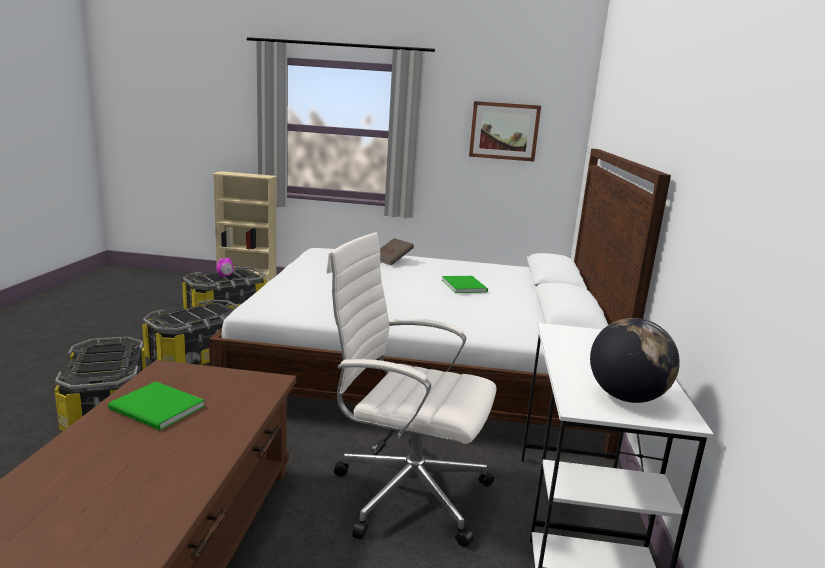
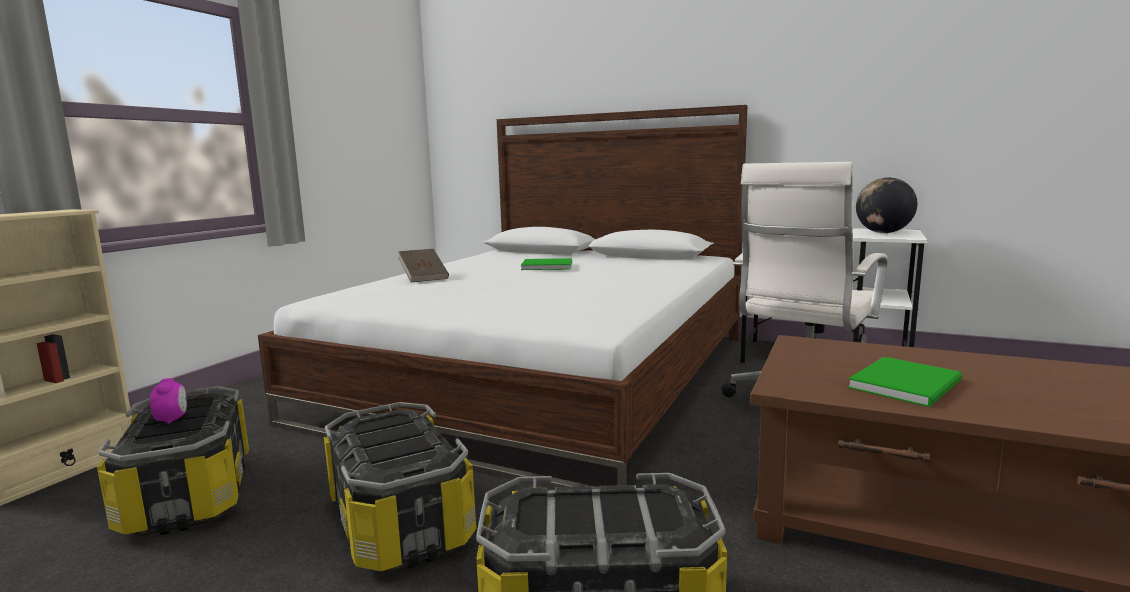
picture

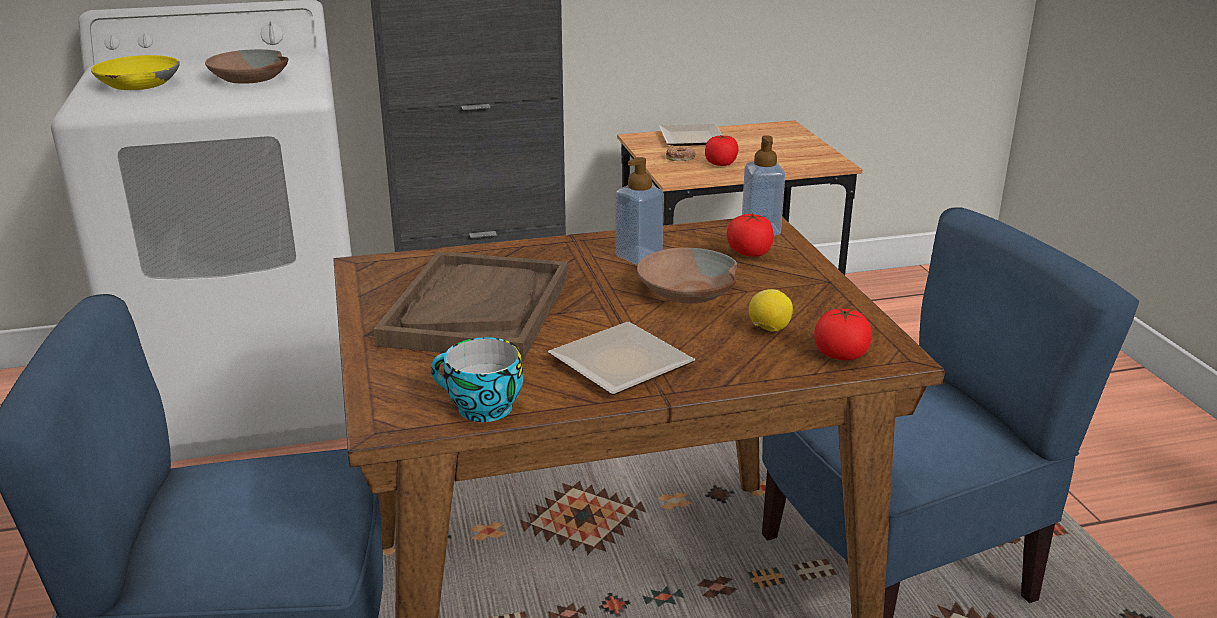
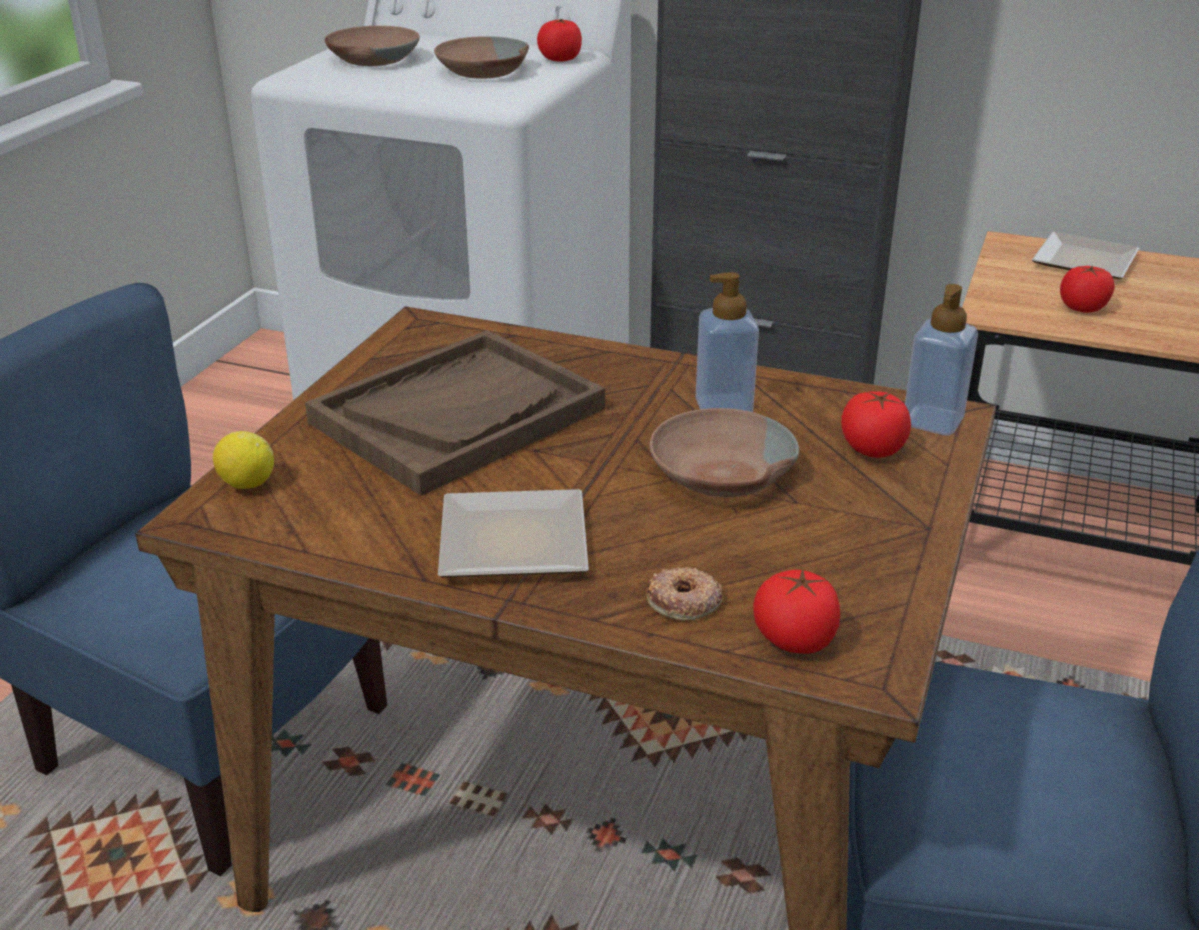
lemon; brown_bowl (no. 1 from left); tomato (no. 1 from left); donut; cup

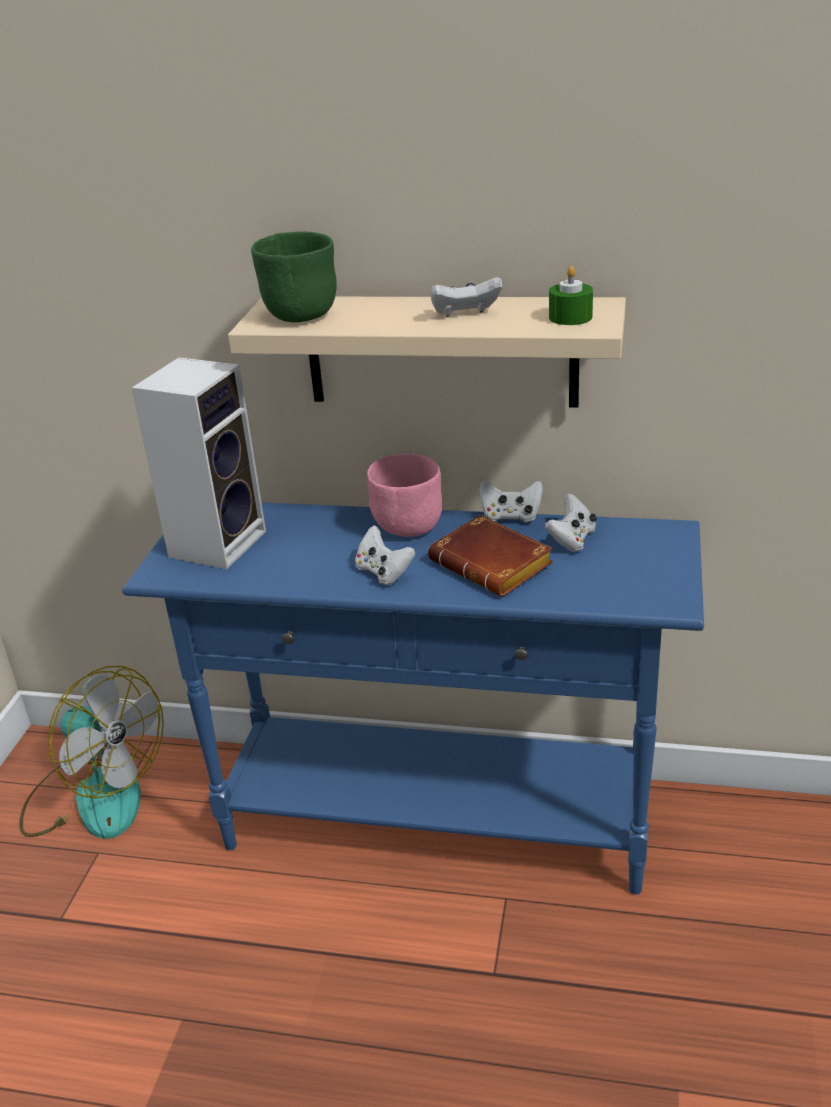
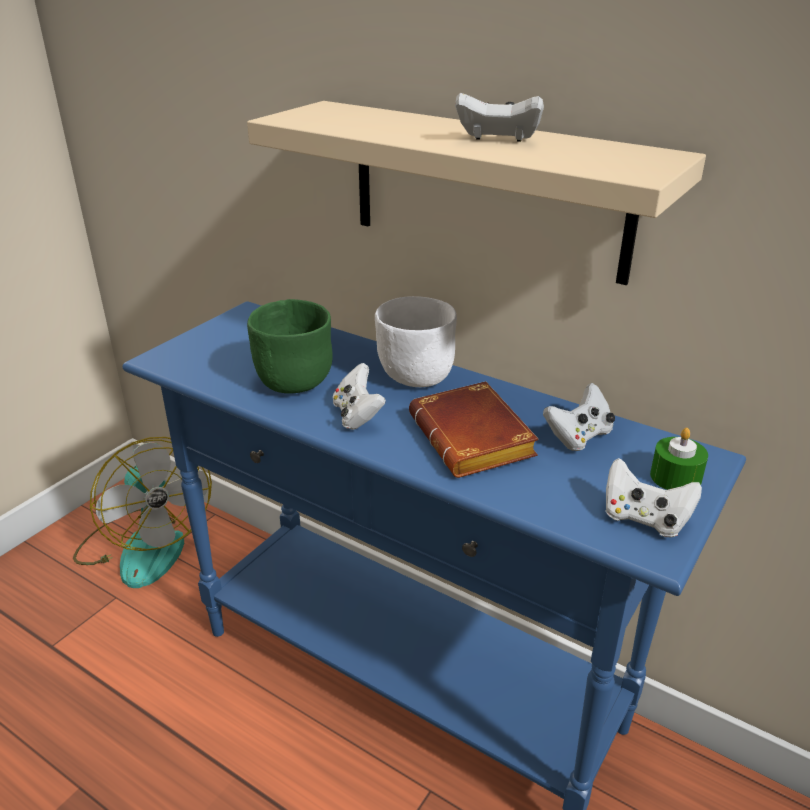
green_bowl; white_bowl; white_game_controller (no. 4 from left); green_candle; speaker

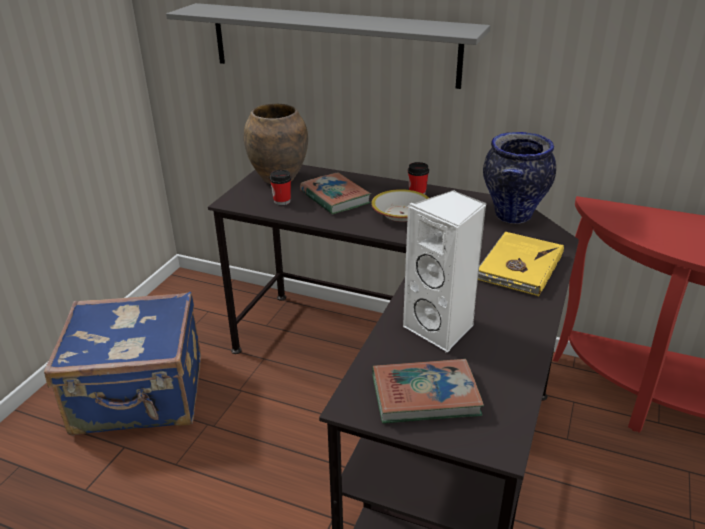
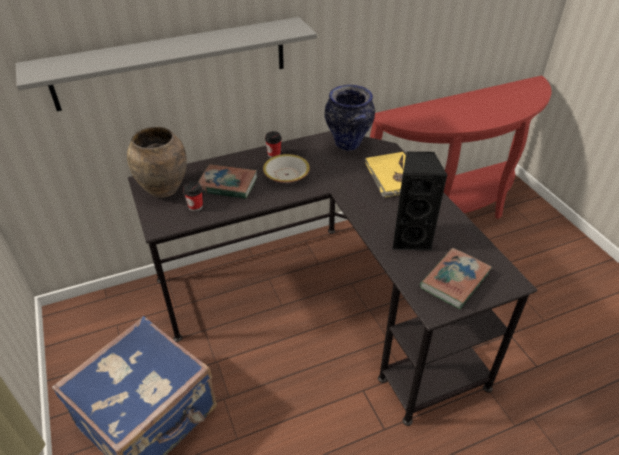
black_speaker

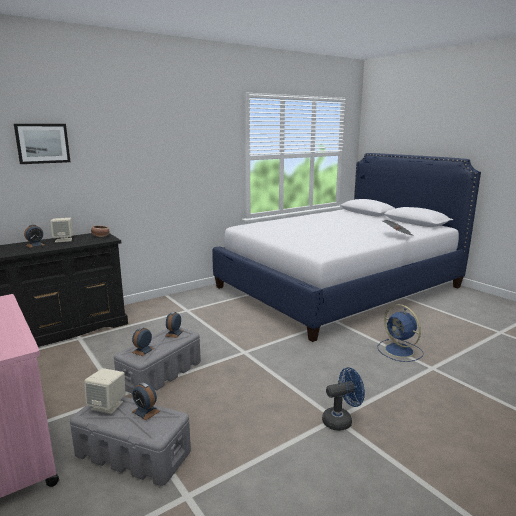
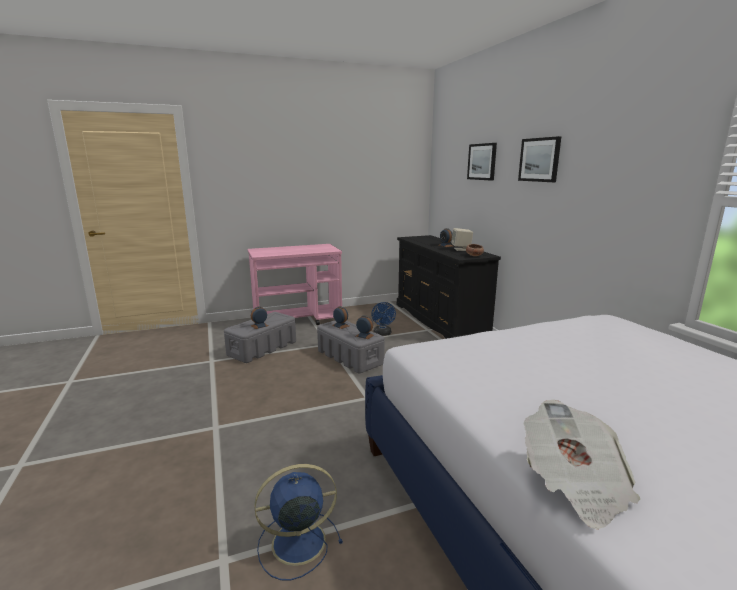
blue_fan (no. 2 from left); picture (no. 2 from left); beige_speaker (no. 2 from left in the first image)

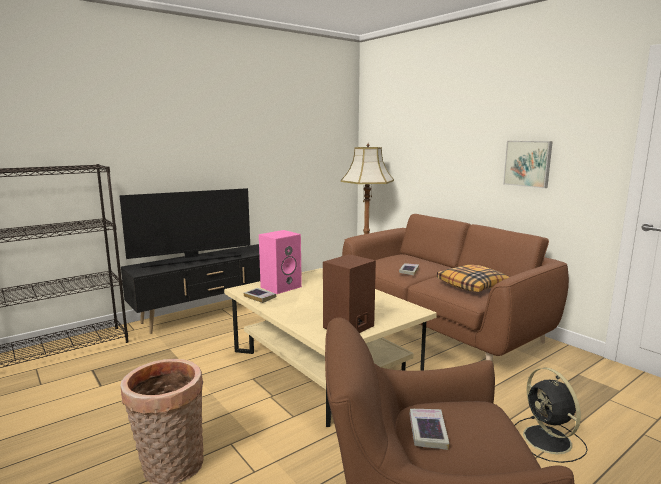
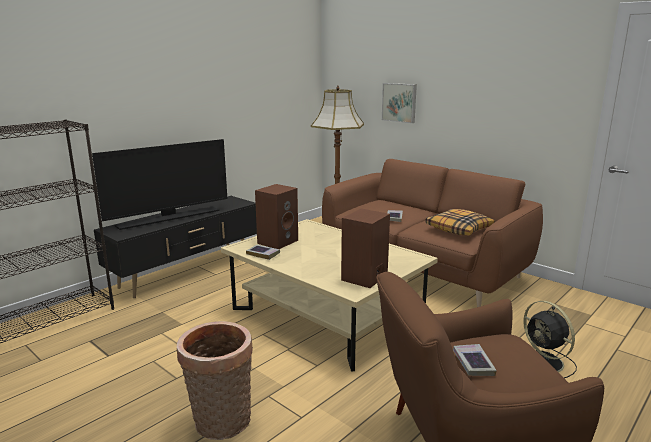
brown_speaker (no. 1 from left); picture

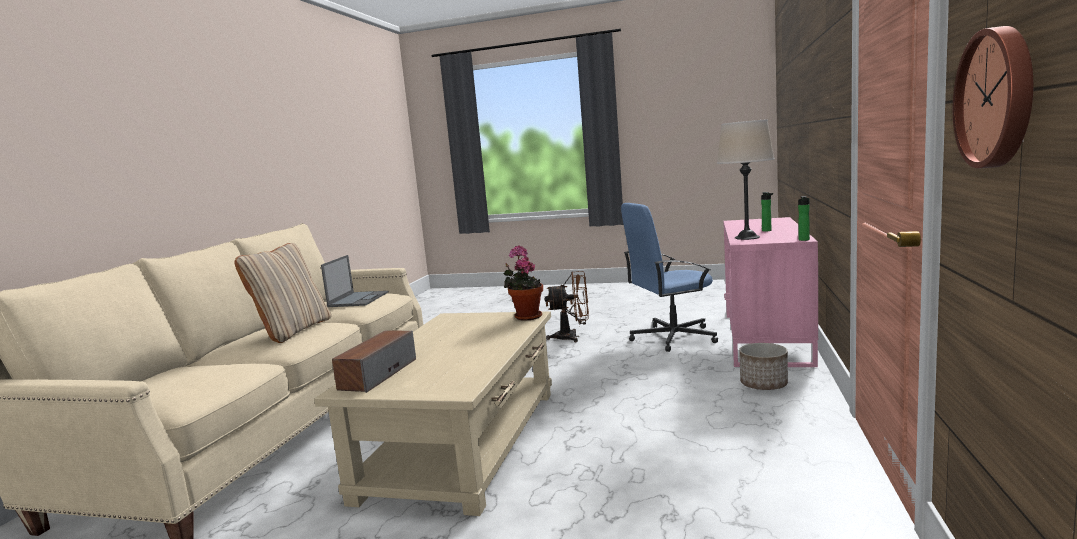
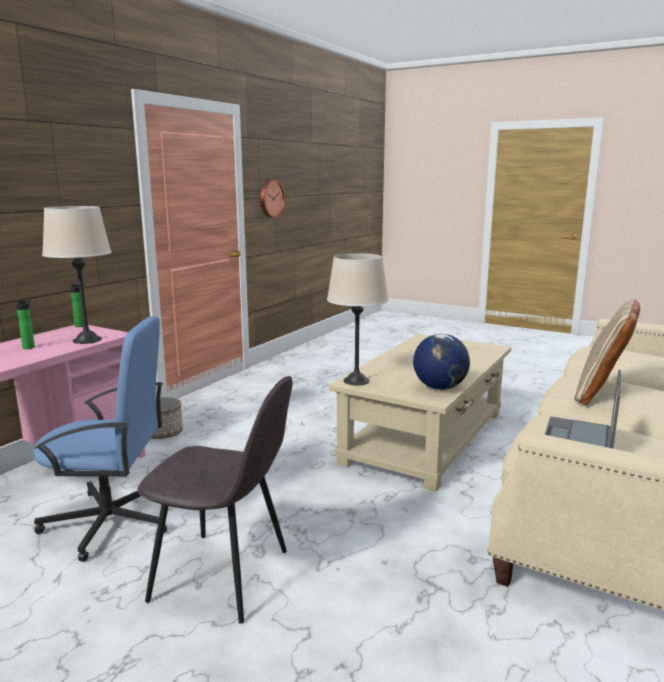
grey_chair; beige_table_lamp (no. 2 from left); globe; speaker

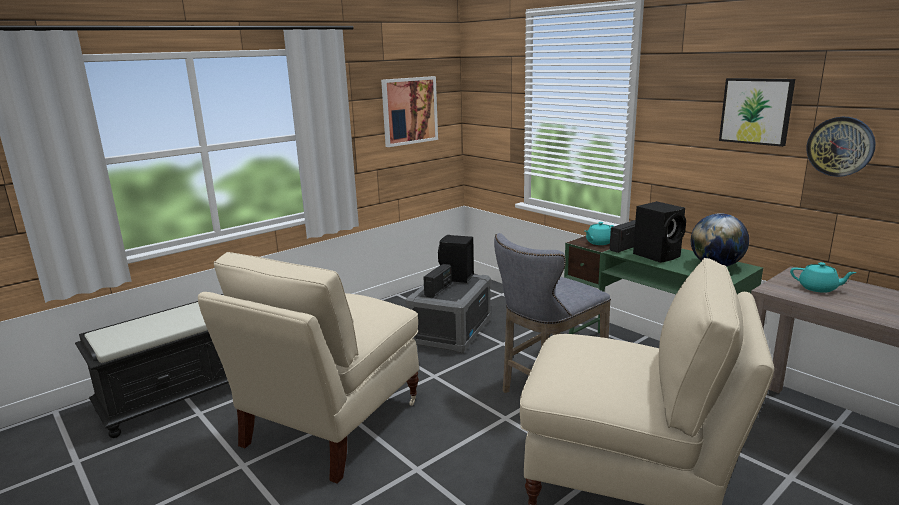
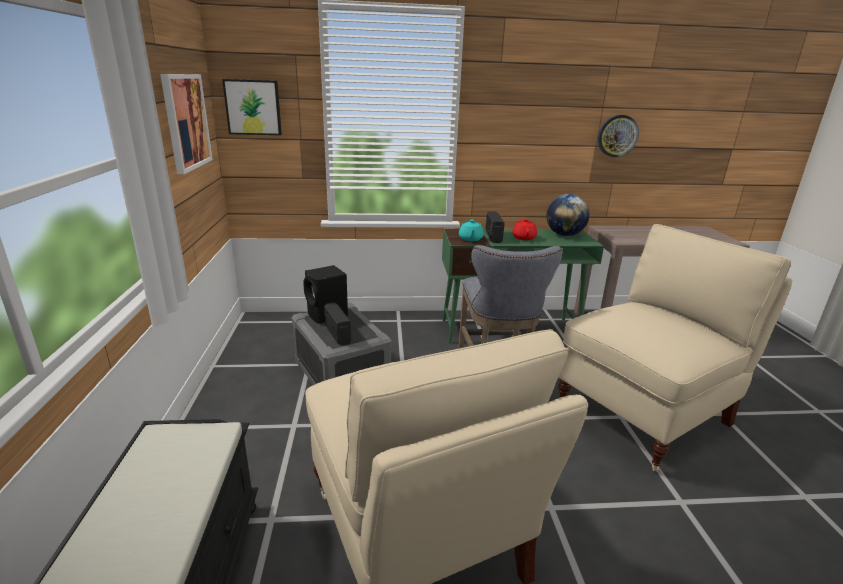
picture (no. 2 from left); red_teapot; turquoise_teapot (no. 2 from left in the first image)

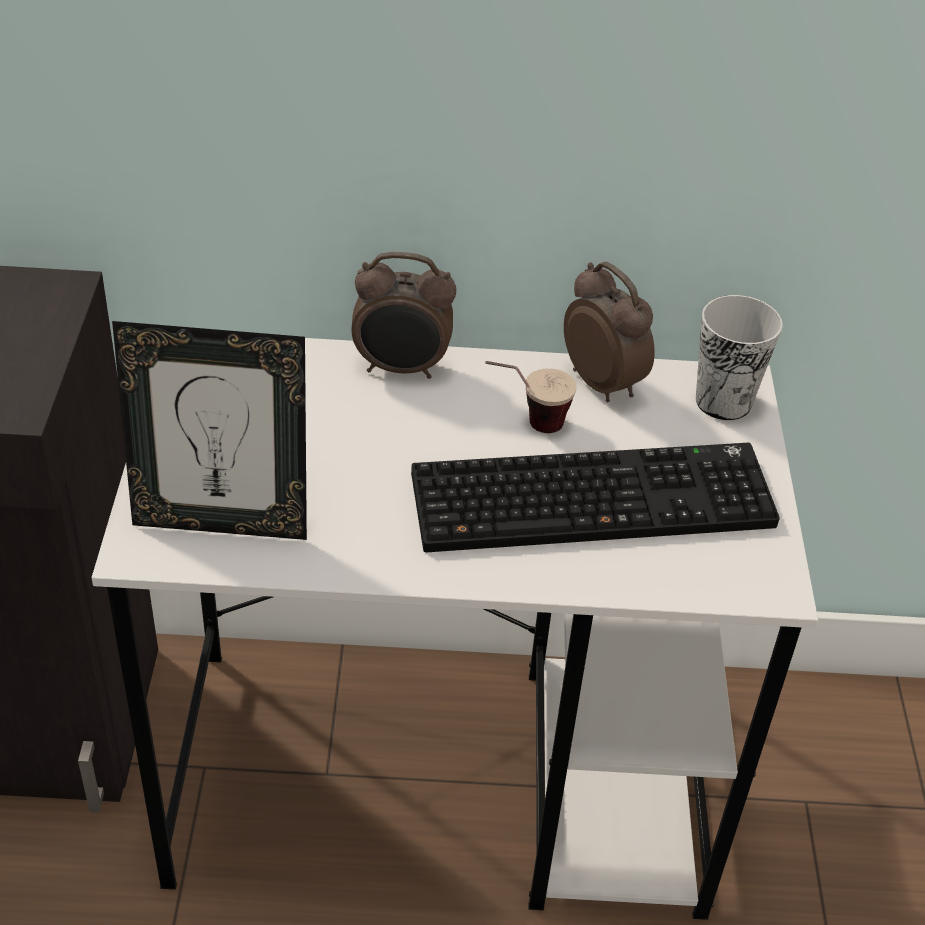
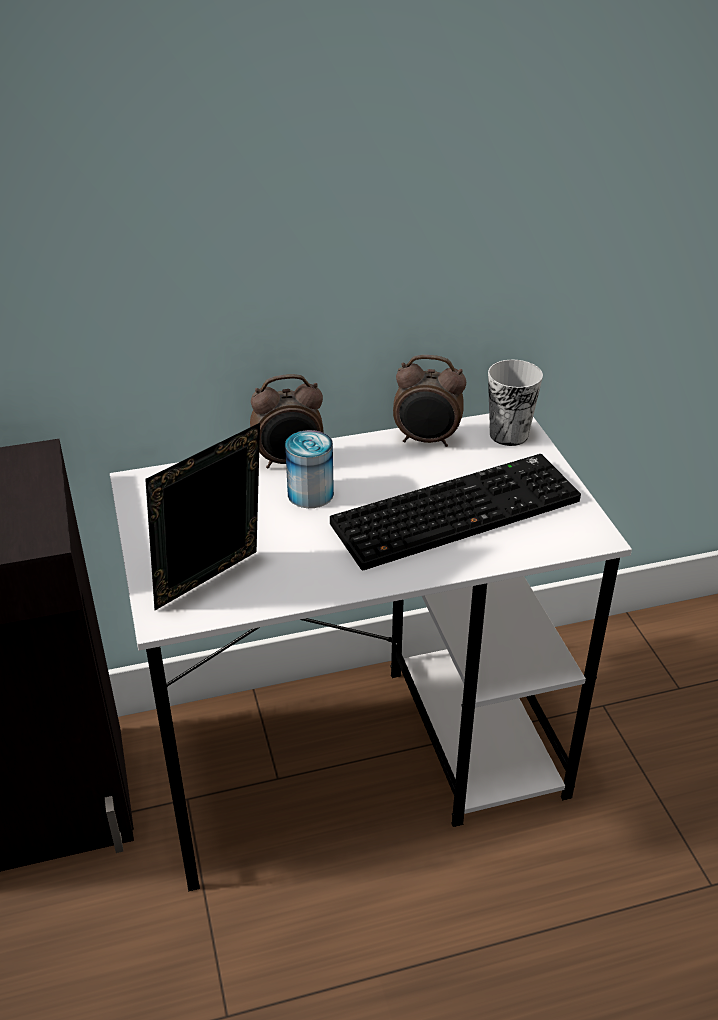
picture_frame; can; alarm_clock (no. 2 from left); cup (no. 1 from left in the first image)

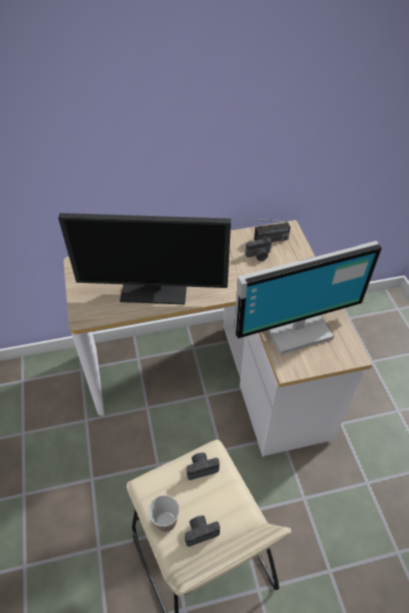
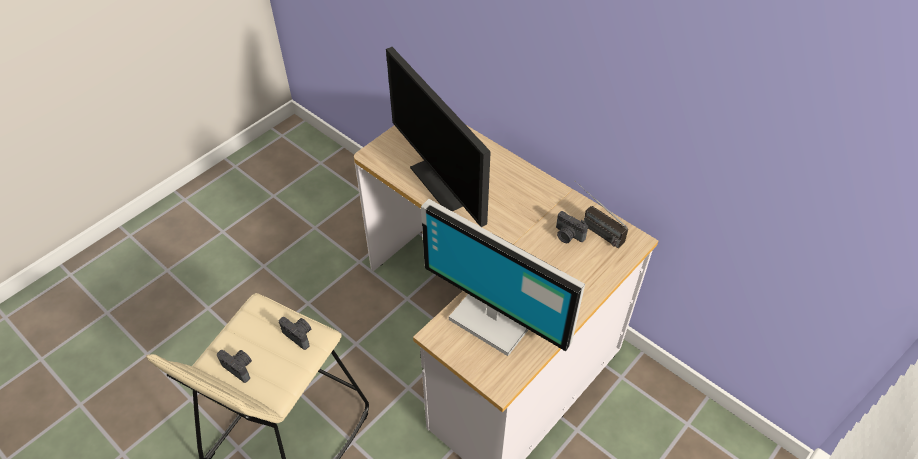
cup

